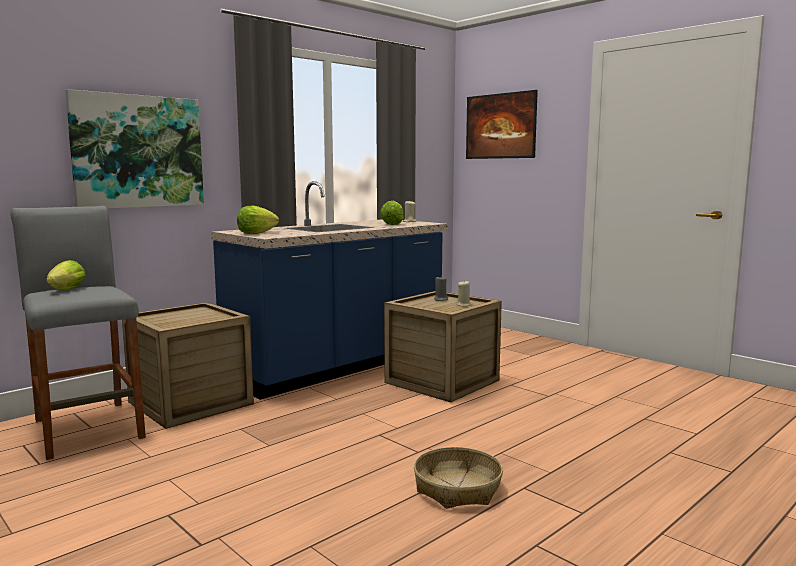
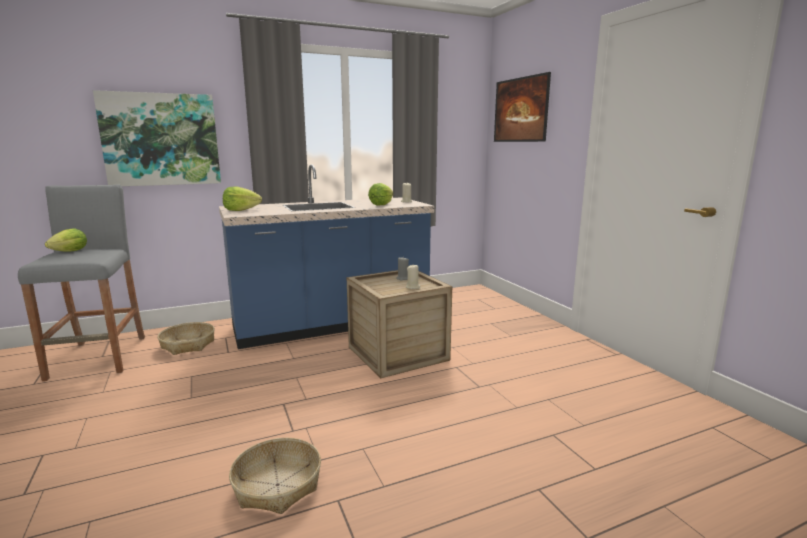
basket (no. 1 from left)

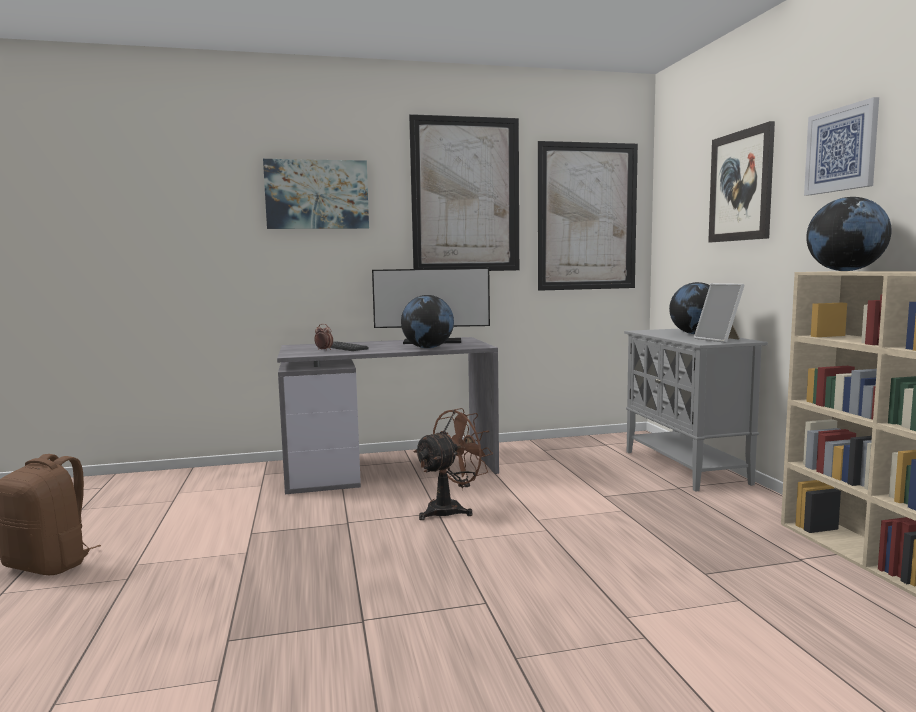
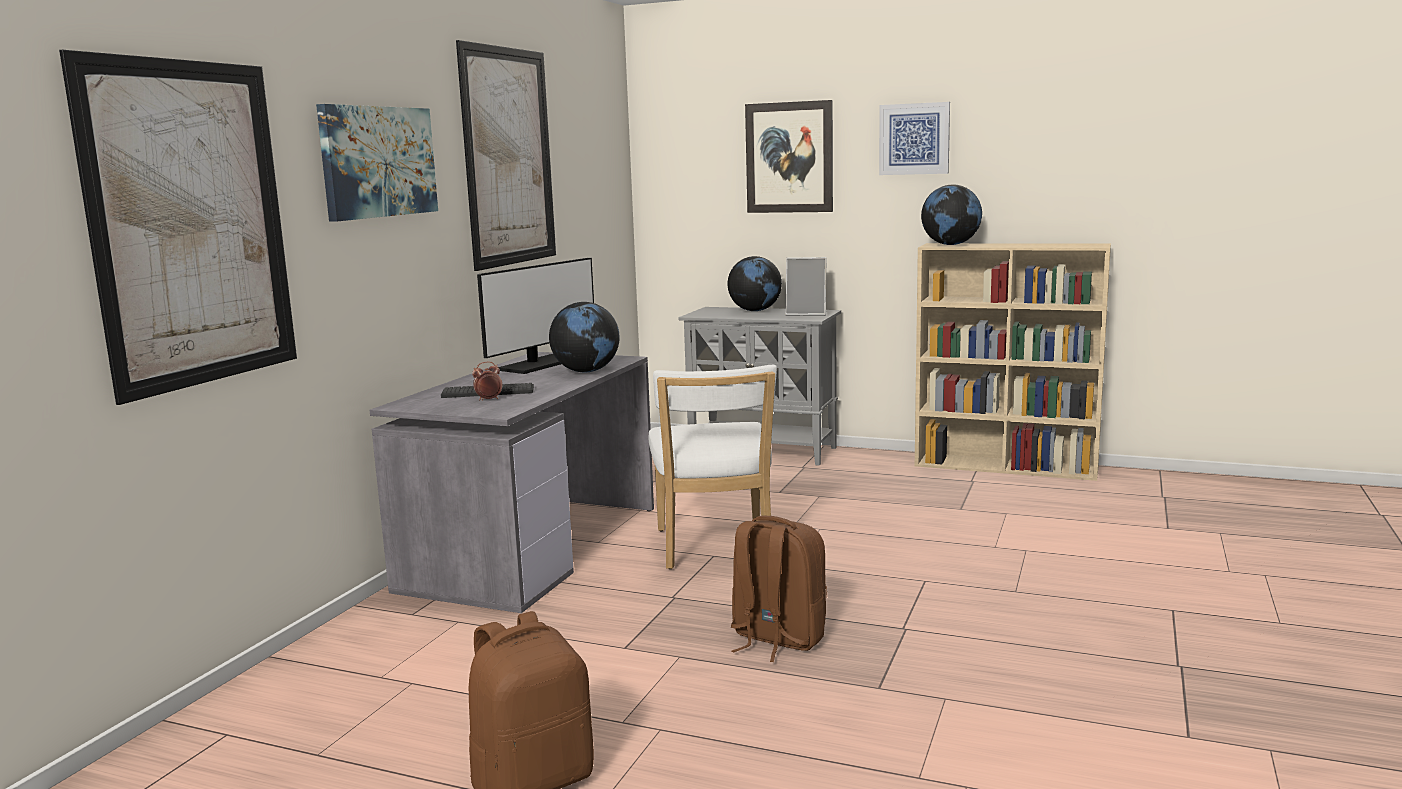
picture (no. 1 from left); white_chair; brown_backpack (no. 2 from left)

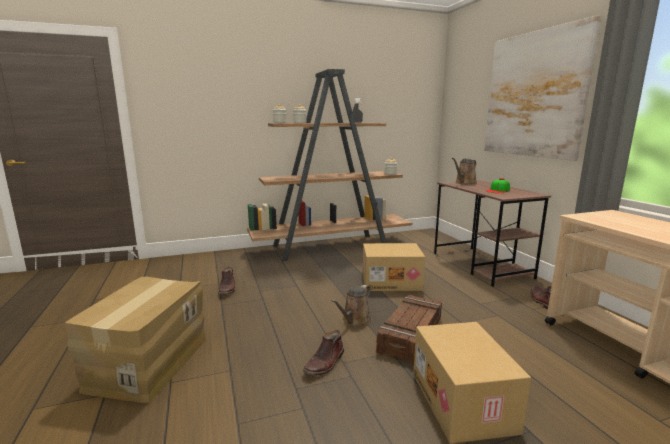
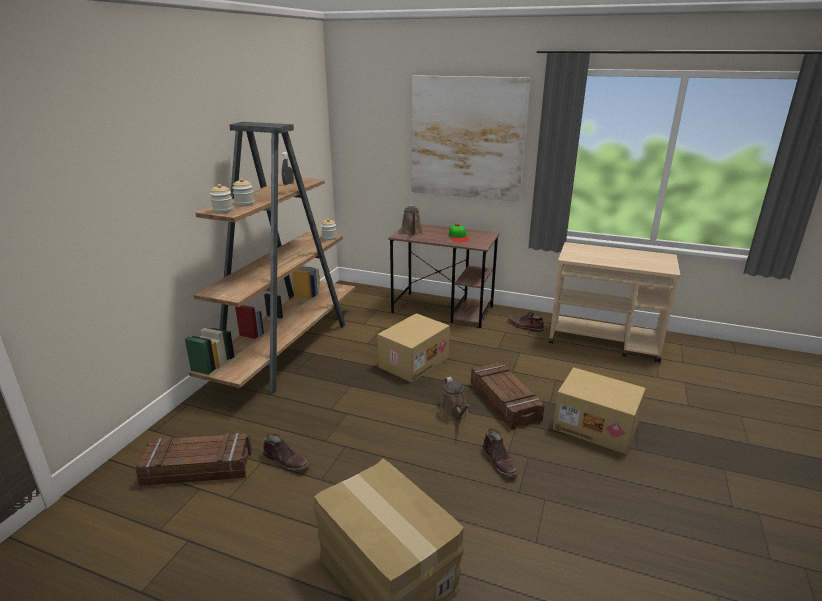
crate (no. 1 from left)

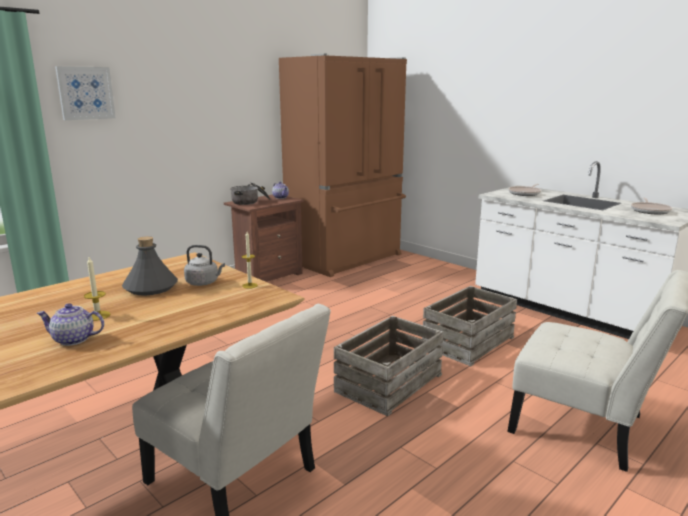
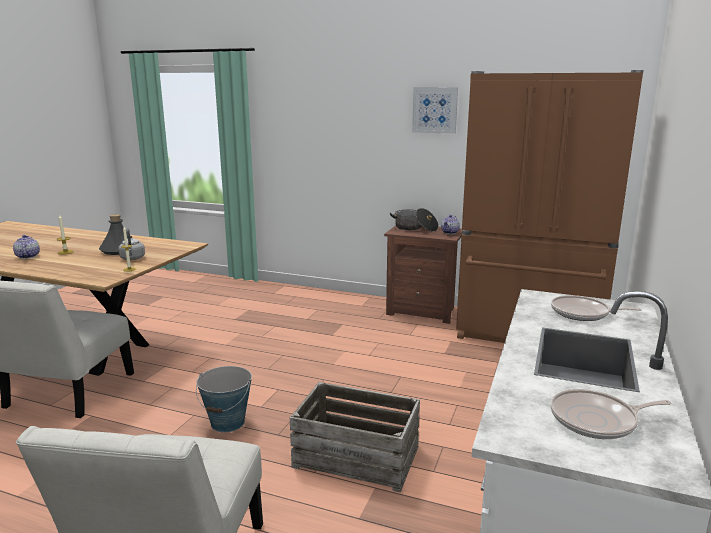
bucket; picture

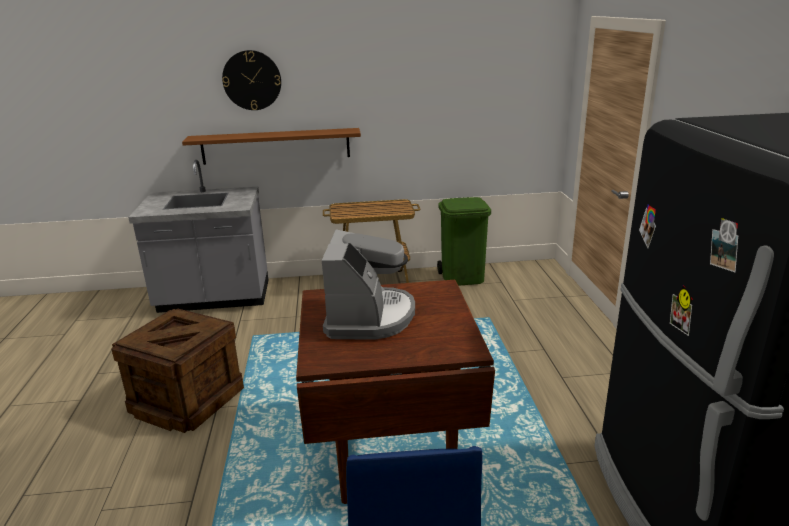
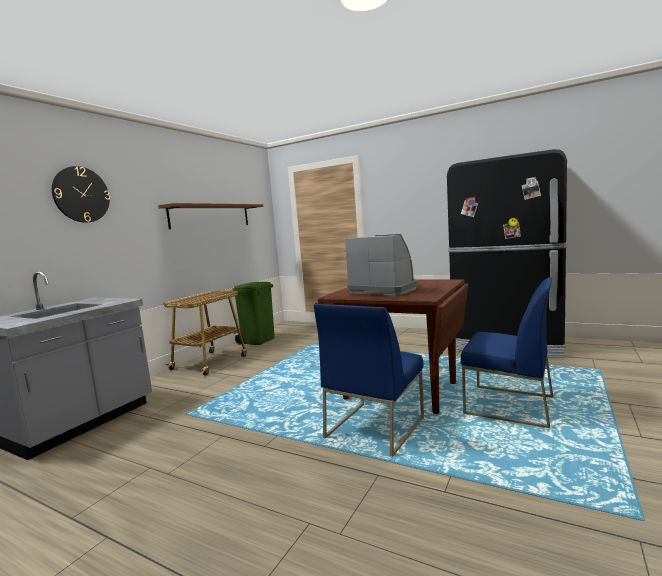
brown_shelf; blue_chair (no. 1 from left); crate

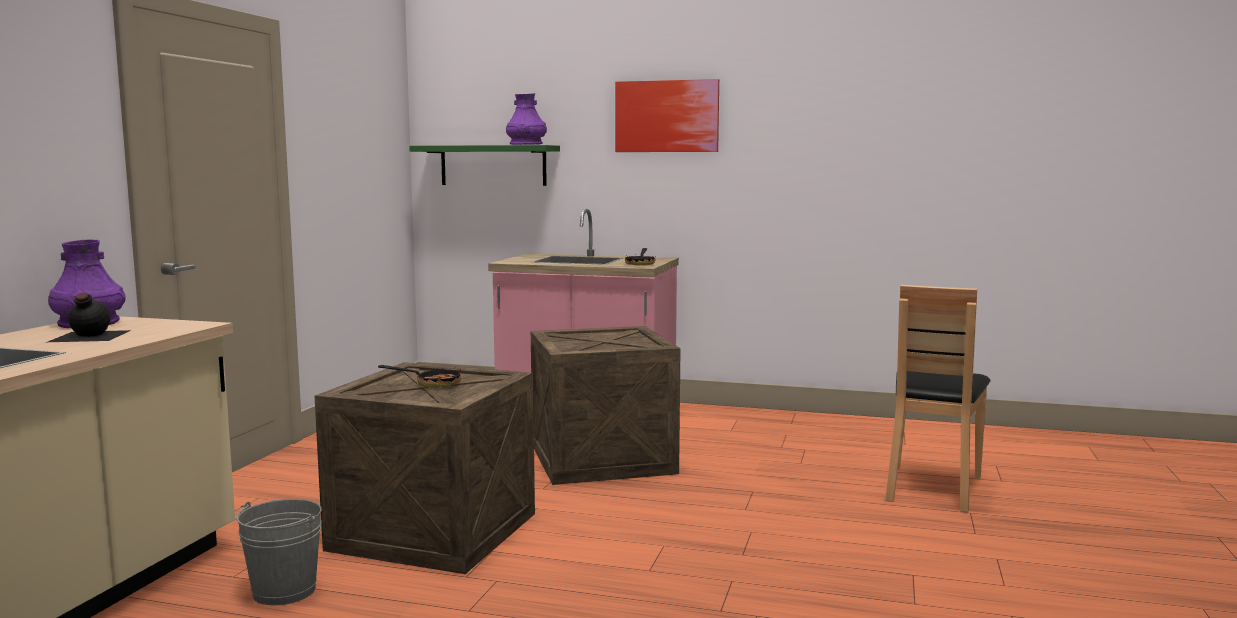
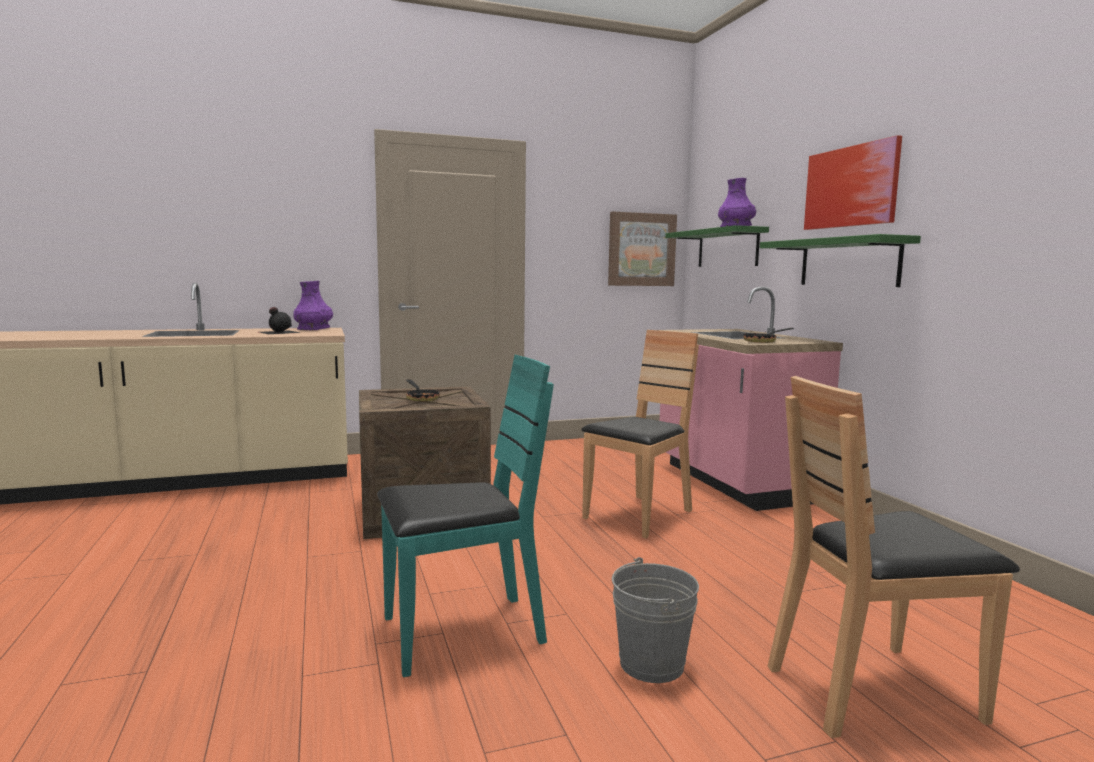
turquoise_chair; brown_chair (no. 1 from left); picture (no. 1 from left); grey_bucket; green_shelf (no. 2 from left)

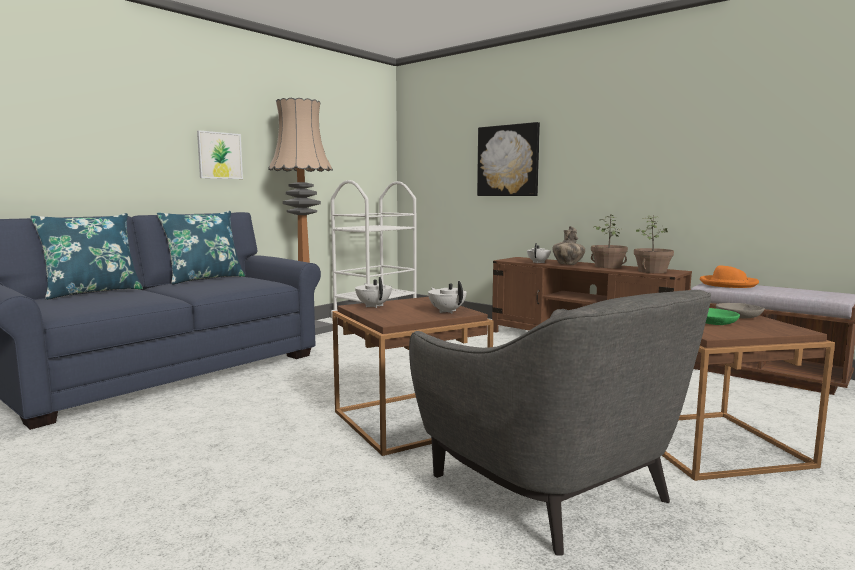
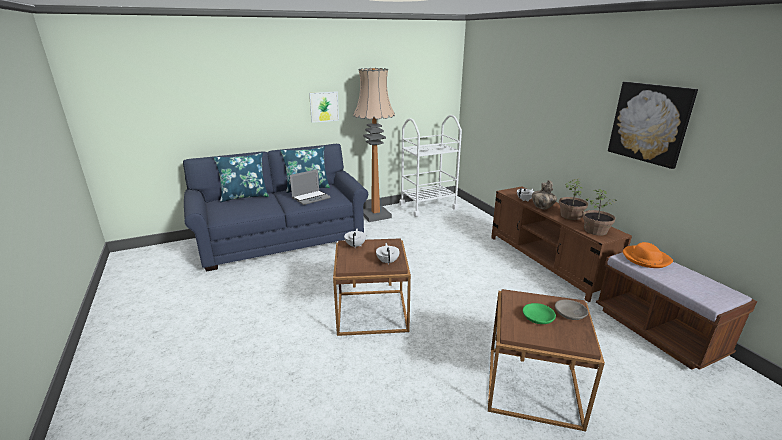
laptop; picture (no. 2 from left); grey_armchair

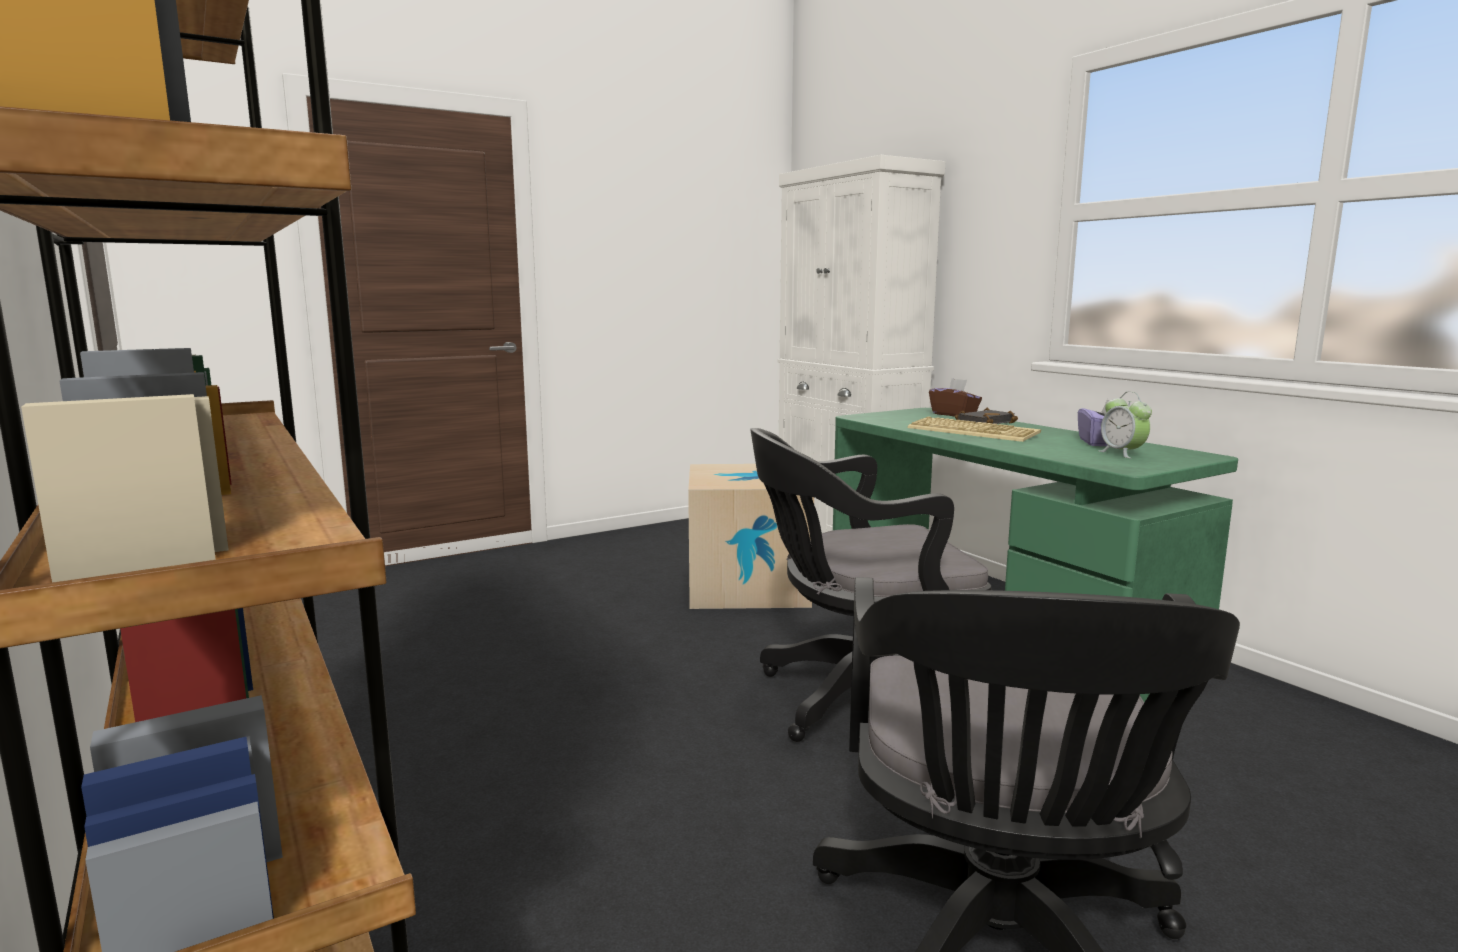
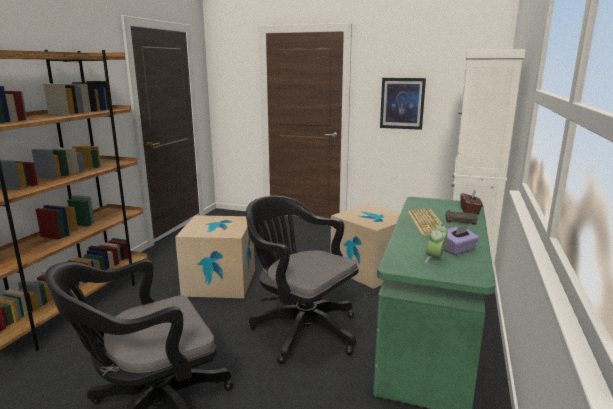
cardboard_box (no. 1 from left); picture

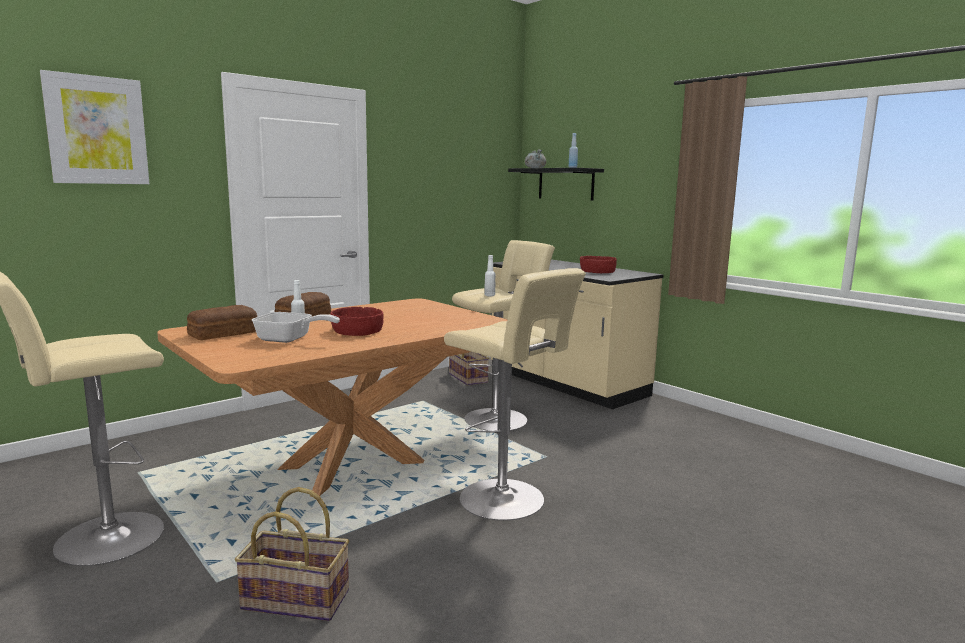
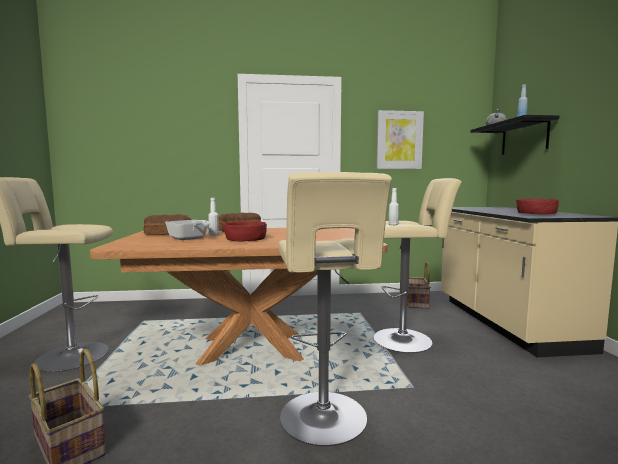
picture

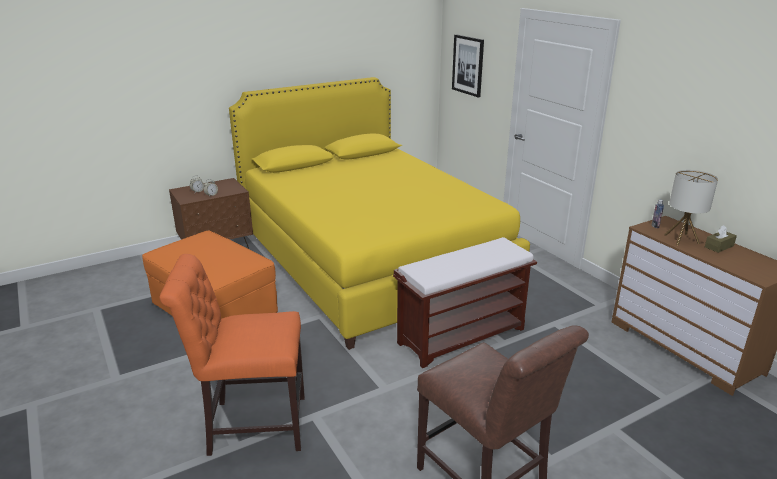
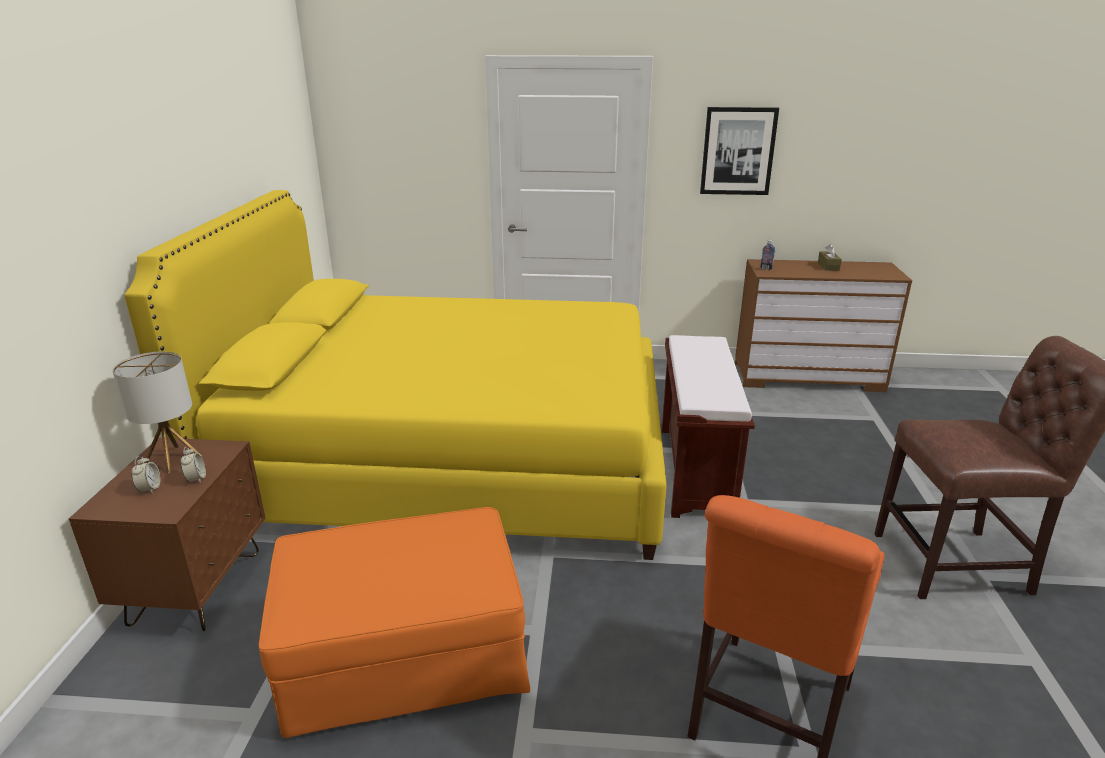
table_lamp; picture

